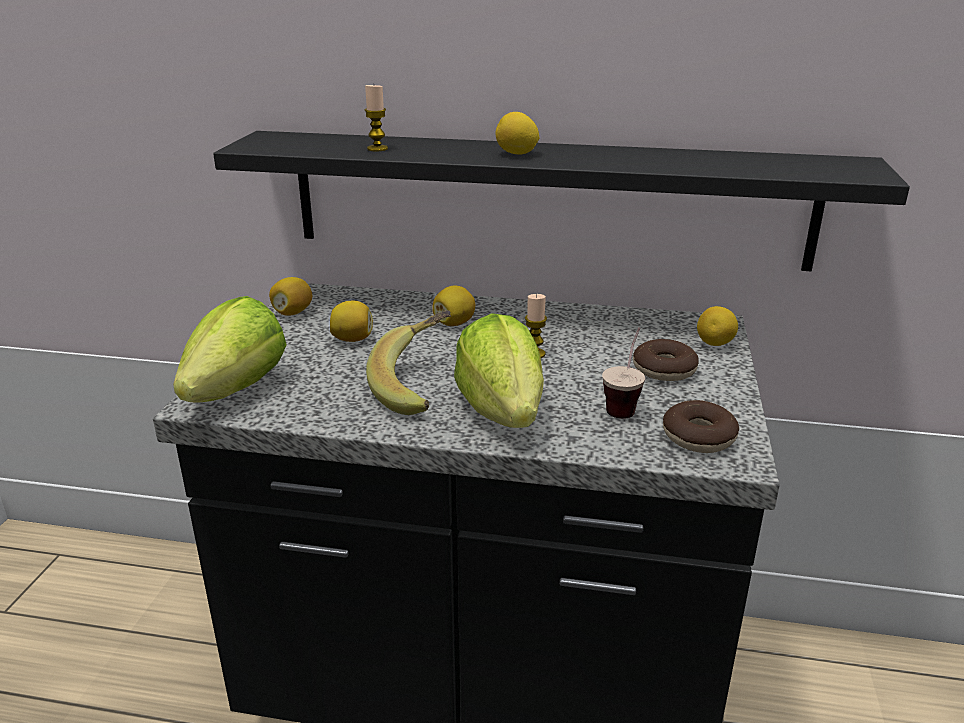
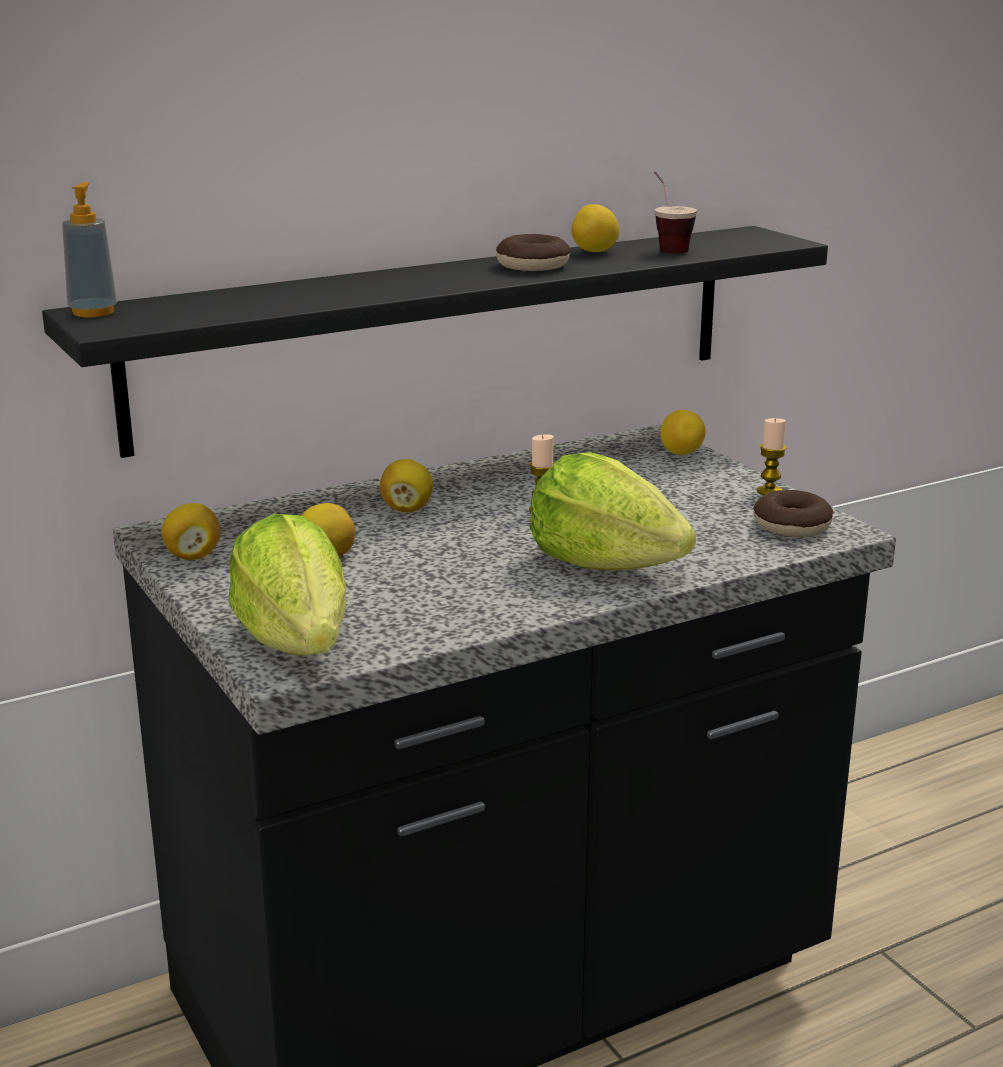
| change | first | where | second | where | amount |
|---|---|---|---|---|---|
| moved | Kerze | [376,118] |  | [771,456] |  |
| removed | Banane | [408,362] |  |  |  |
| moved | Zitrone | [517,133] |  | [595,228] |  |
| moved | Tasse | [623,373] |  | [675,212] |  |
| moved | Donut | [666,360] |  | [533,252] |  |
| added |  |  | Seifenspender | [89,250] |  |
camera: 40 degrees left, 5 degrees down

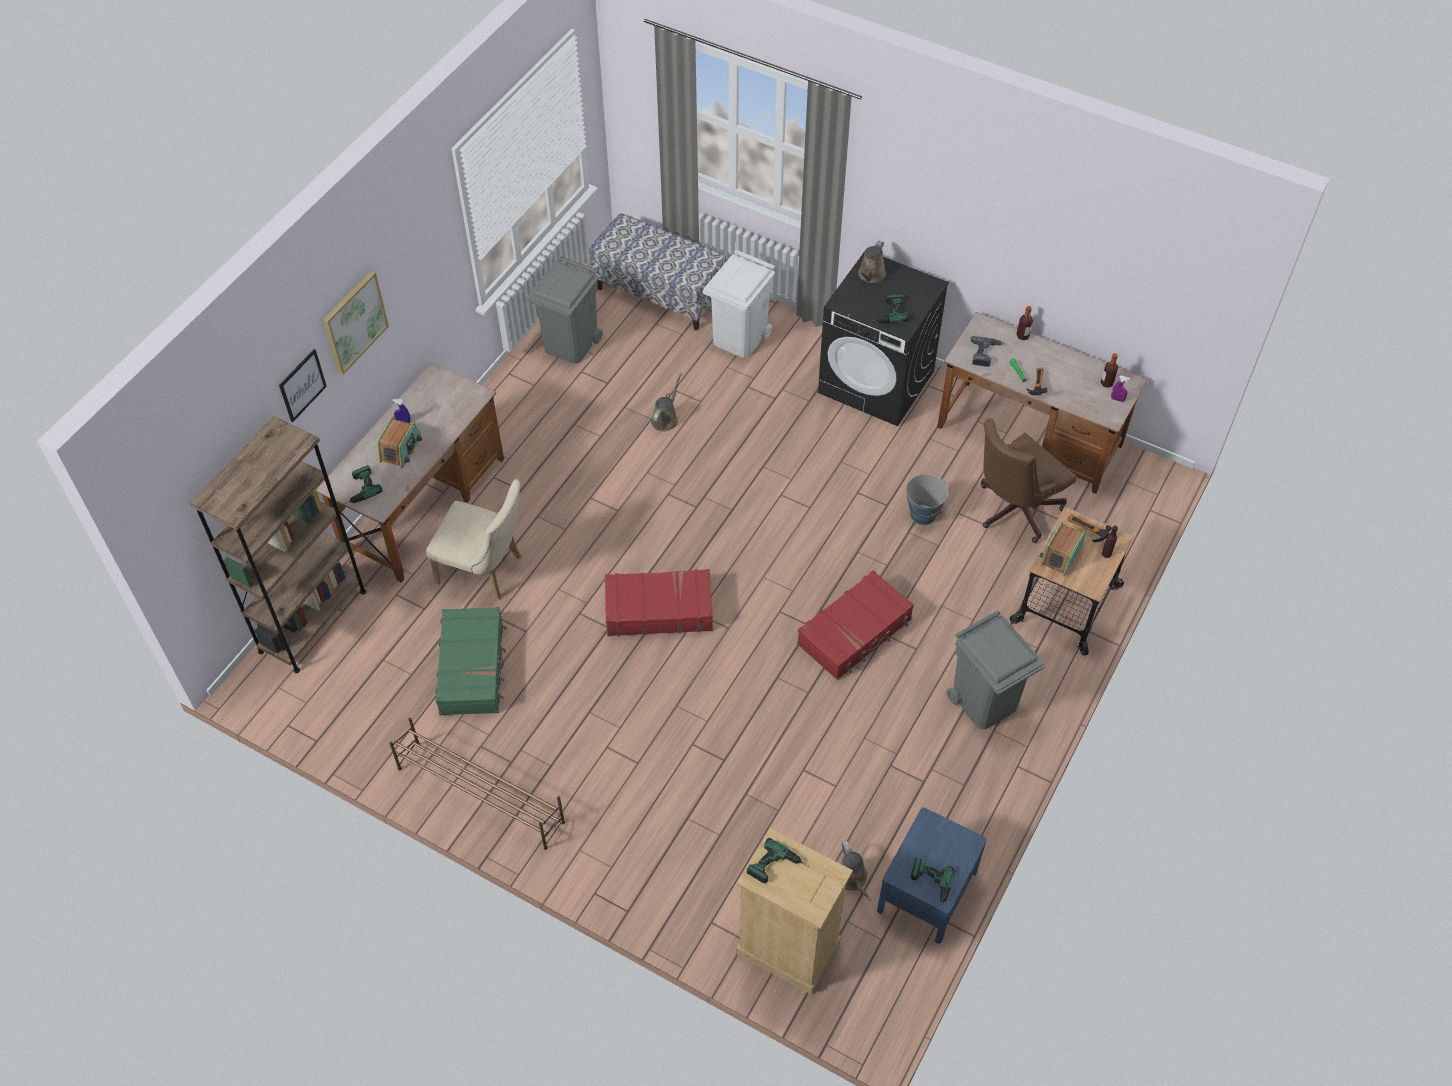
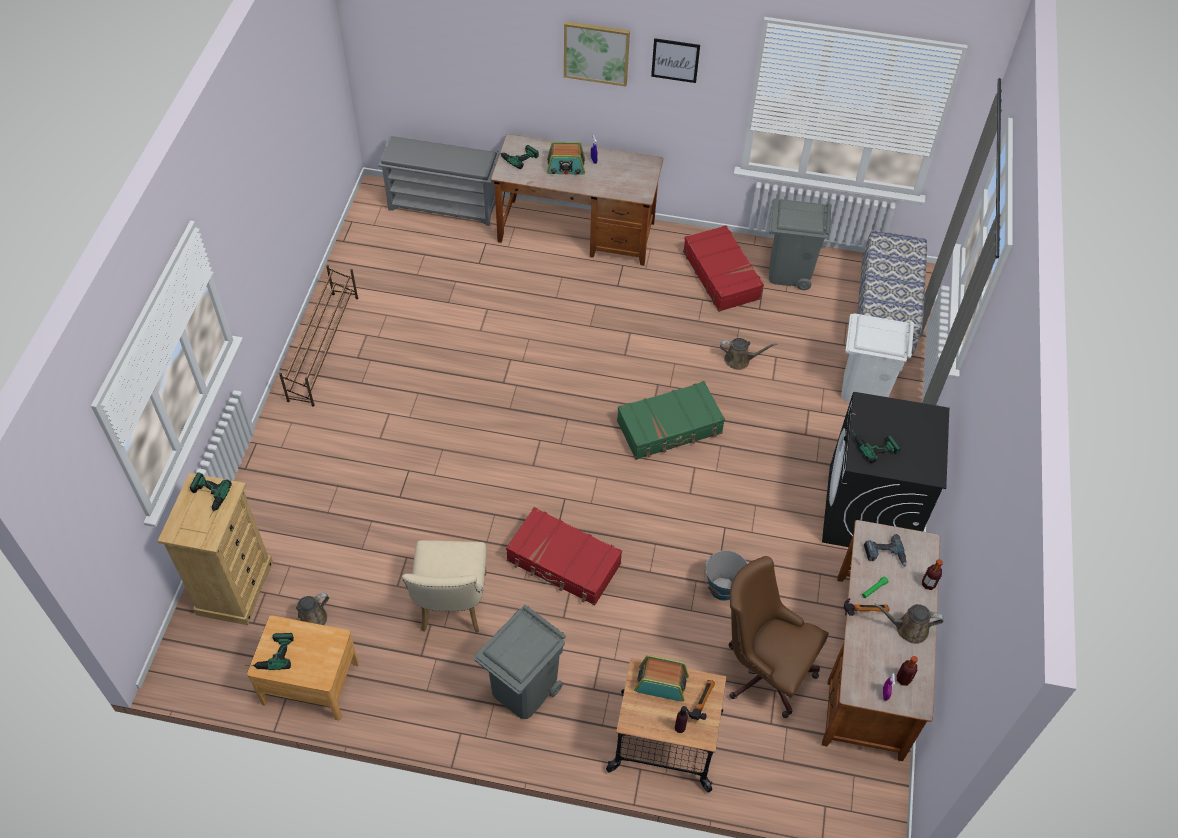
| change | first | where | second | where | amount |
|---|---|---|---|---|---|
| replaced | Bücherregal (braun) | [278,544] | Schuhregal (grau) | [439,181] |  |
| moved | Bild | [303,385] |  | [675,60] |  |
| moved | Stuhl (beige) | [473,539] |  | [444,586] |  |
| moved | Koffer (grün) | [471,661] |  | [671,420] |  |
| moved | Koffer (rot) | [659,602] |  | [723,268] |  |
| moved | Gießkanne (braun) | [872,262] |  | [909,623] |  |
| recoloured | Nachttisch (blau) | [931,875] | Nachttisch (braun) | [303,667] |  |
camera: 70 degrees right, 0 degrees up

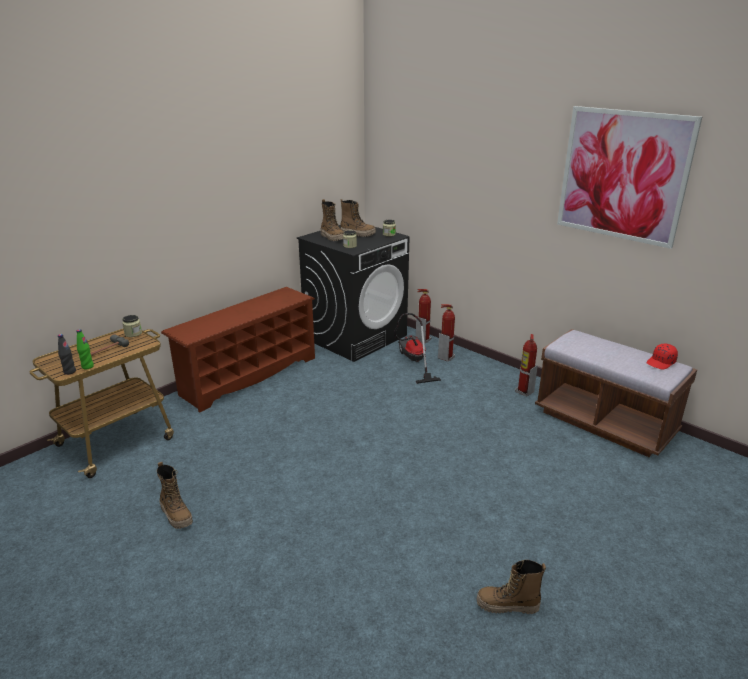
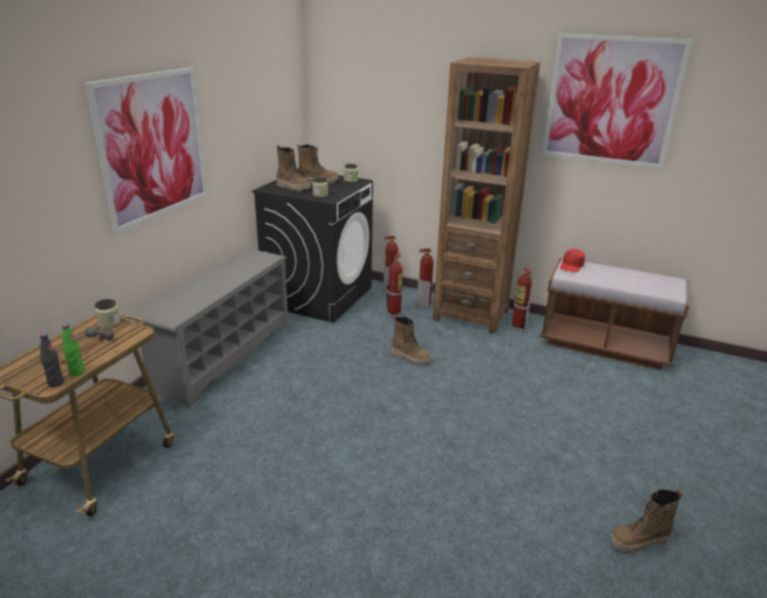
| change | first | where | second | where | amount |
|---|---|---|---|---|---|
| moved | Stiefel | [175,495] |  | [411,340] |  |
| recoloured | Schuhregal (braun) | [238,350] | Schuhregal (grau) | [208,328] |  |
| replaced | Staubsauger | [417,348] | Feuerlöscher | [394,285] |  |
| moved | Kappe (rot) | [662,357] |  | [572,260] |  |
| added |  |  | Bild | [146,150] |  |
| added |  |  | Bücherregal (braun) | [486,195] |  |
camera: 20 degrees left, 0 degrees up

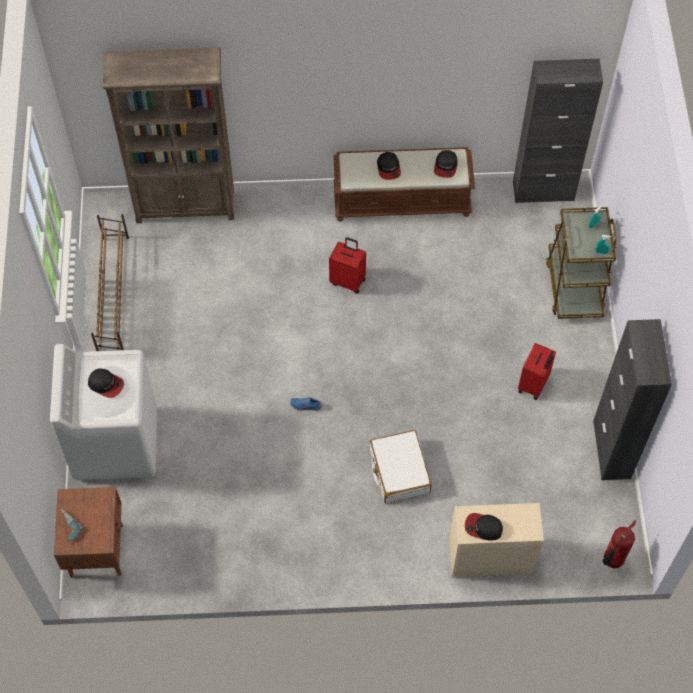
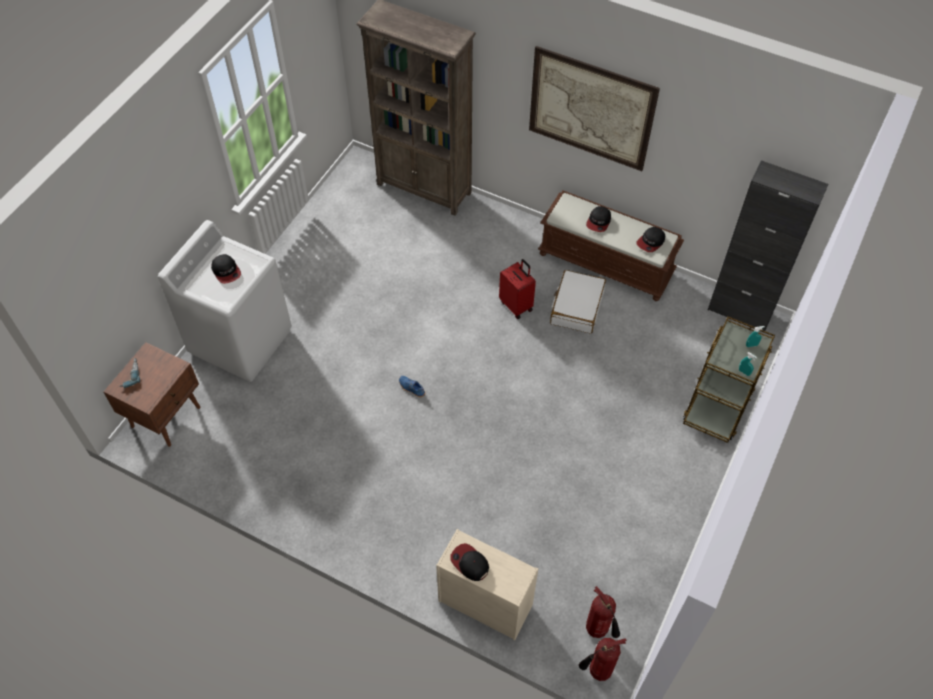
| change | first | where | second | where | amount |
|---|---|---|---|---|---|
| removed | Schuhregal (braun) | [110,282] |  |  |  |
| moved | Koffer (weiß) | [400,466] |  | [578,302] |  |
| removed | Koffer (rot) | [537,371] |  |  |  |
| removed | Schrank (schwarz) | [632,399] |  |  |  |
| added |  |  | Bild | [594,108] |  |
| added |  |  | Feuerlöscher | [603,612] |  |
camera: 30 degrees right, 5 degrees down

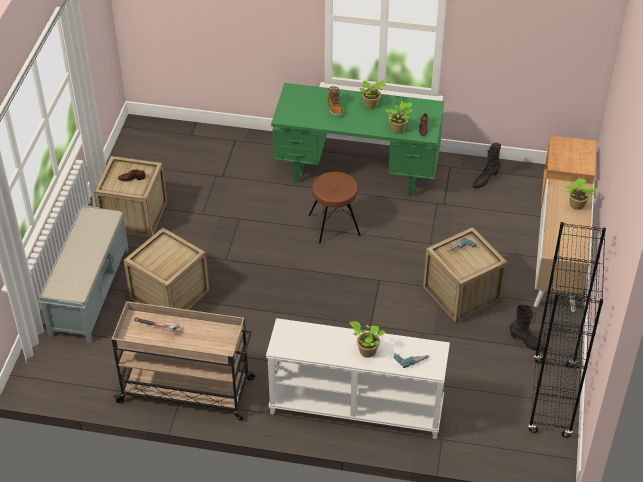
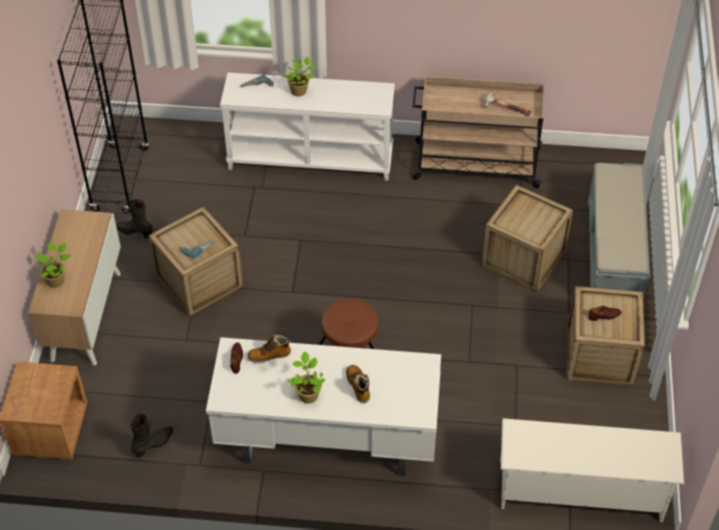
| change | first | where | second | where | amount |
|---|---|---|---|---|---|
| recoloured | Schreibtisch (grün) | [357,139] | Schreibtisch (weiß) | [323,406] |  |
| replaced | Topfpflanze | [399,117] | Stiefel | [269,348] |  |
| added |  |  | Schuhregal (weiß) | [592,470] |  |
camera: 175 degrees right, 5 degrees up

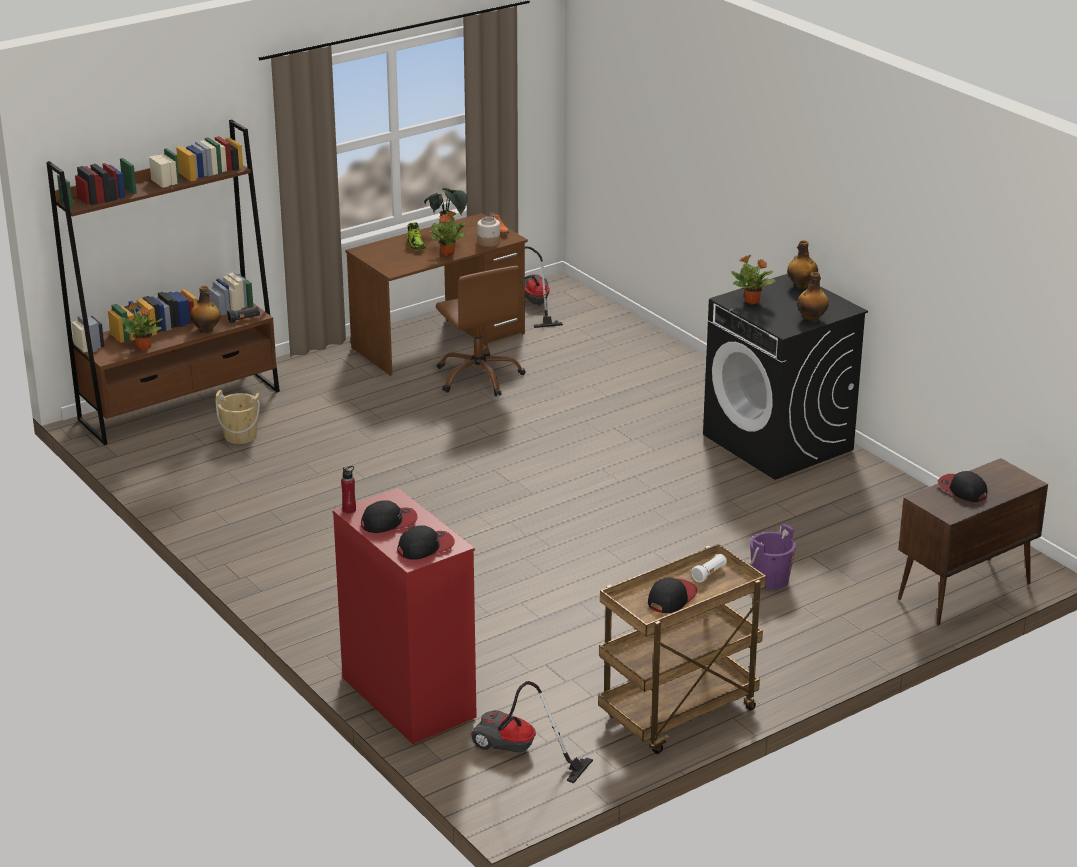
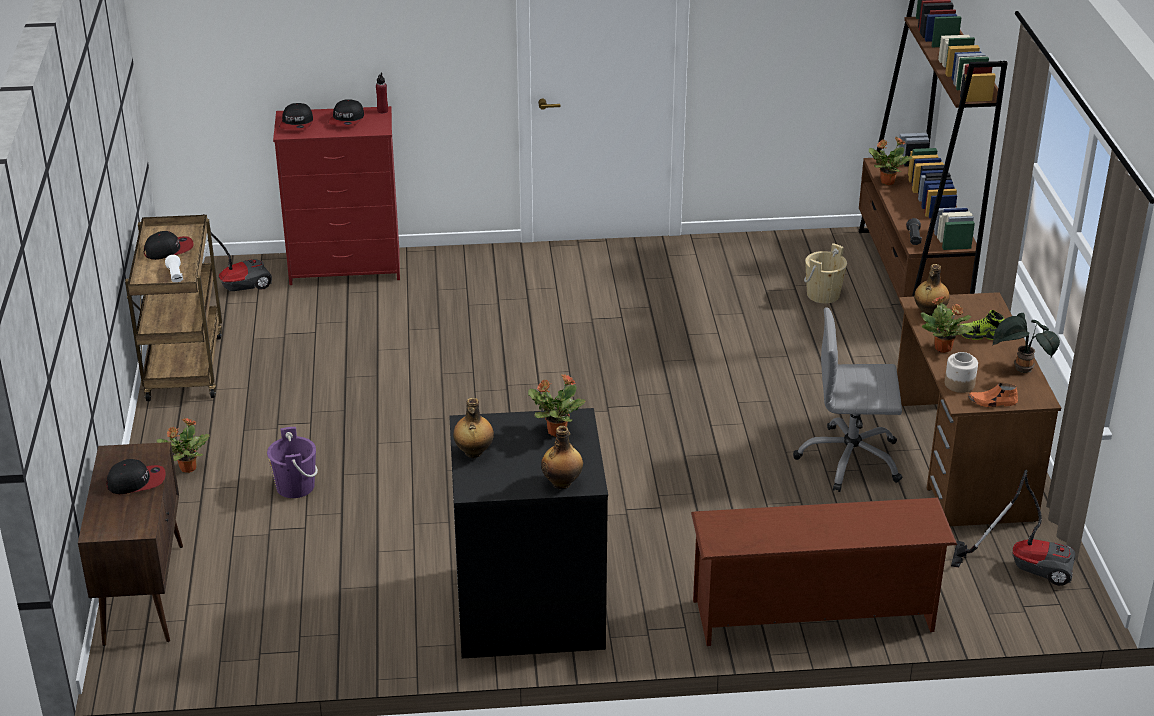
| change | first | where | second | where | amount |
|---|---|---|---|---|---|
| moved | Flasche | [205,309] |  | [932,290] |  |
| recoloured | Bürostuhl (braun) | [481,331] | Bürostuhl (grau) | [847,399] |  |
| turned | Kappe | [672,595] |  | [169,245] | 90 degrees counterclockwise |
| added |  |  | Topfpflanze | [183,445] |  |
| added |  |  | Schuhregal (braun) | [824,572] |  |
camera: 120 degrees right, 5 degrees up

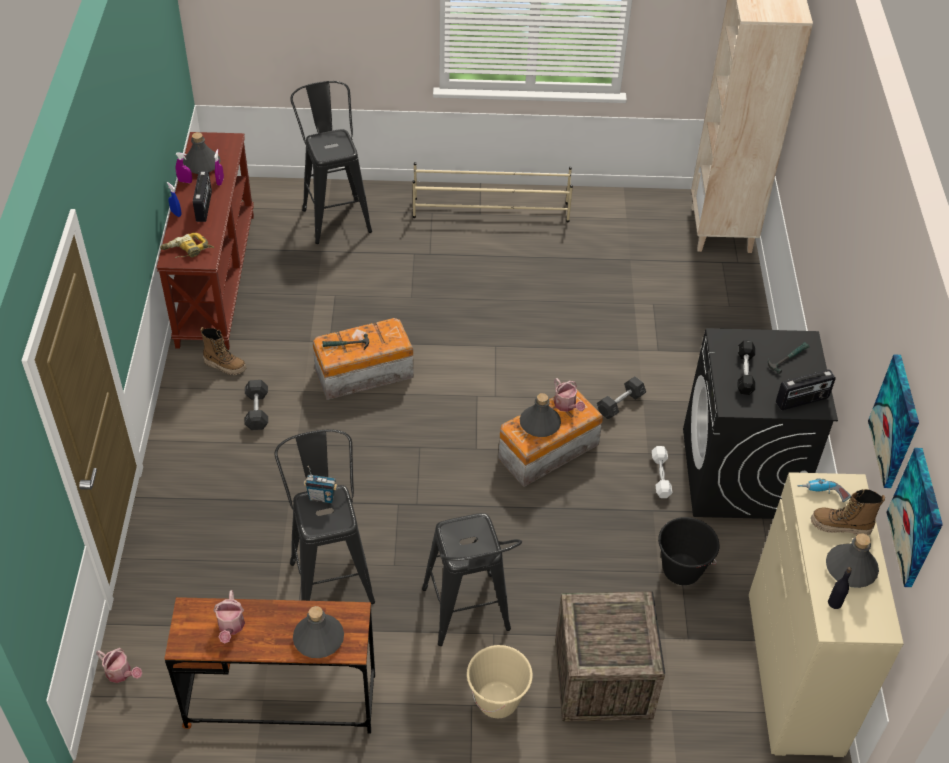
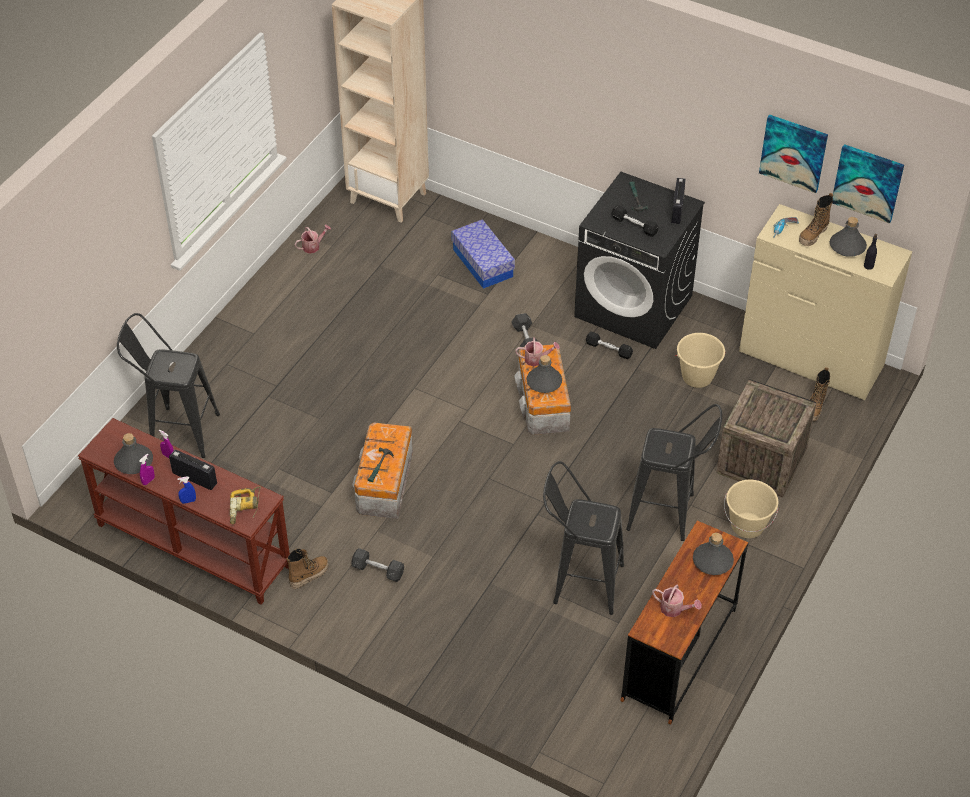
| change | first | where | second | where | amount |
|---|---|---|---|---|---|
| moved | Gießkanne | [119,665] |  | [313,239] |  |
| removed | Radio | [321,484] |  |  |  |
| removed | Schuhregal (beige) | [492,192] |  |  |  |
| recoloured | Hantel (weiß) | [662,472] | Hantel (schwarz) | [609,345] |  |
| recoloured | Eimer (schwarz) | [689,551] | Eimer (beige) | [700,360] |  |
| added |  |  | Aufbewahrungsbox | [483,254] |  |
| added |  |  | Stiefel | [820,394] |  |
camera: 60 degrees left, 0 degrees up

